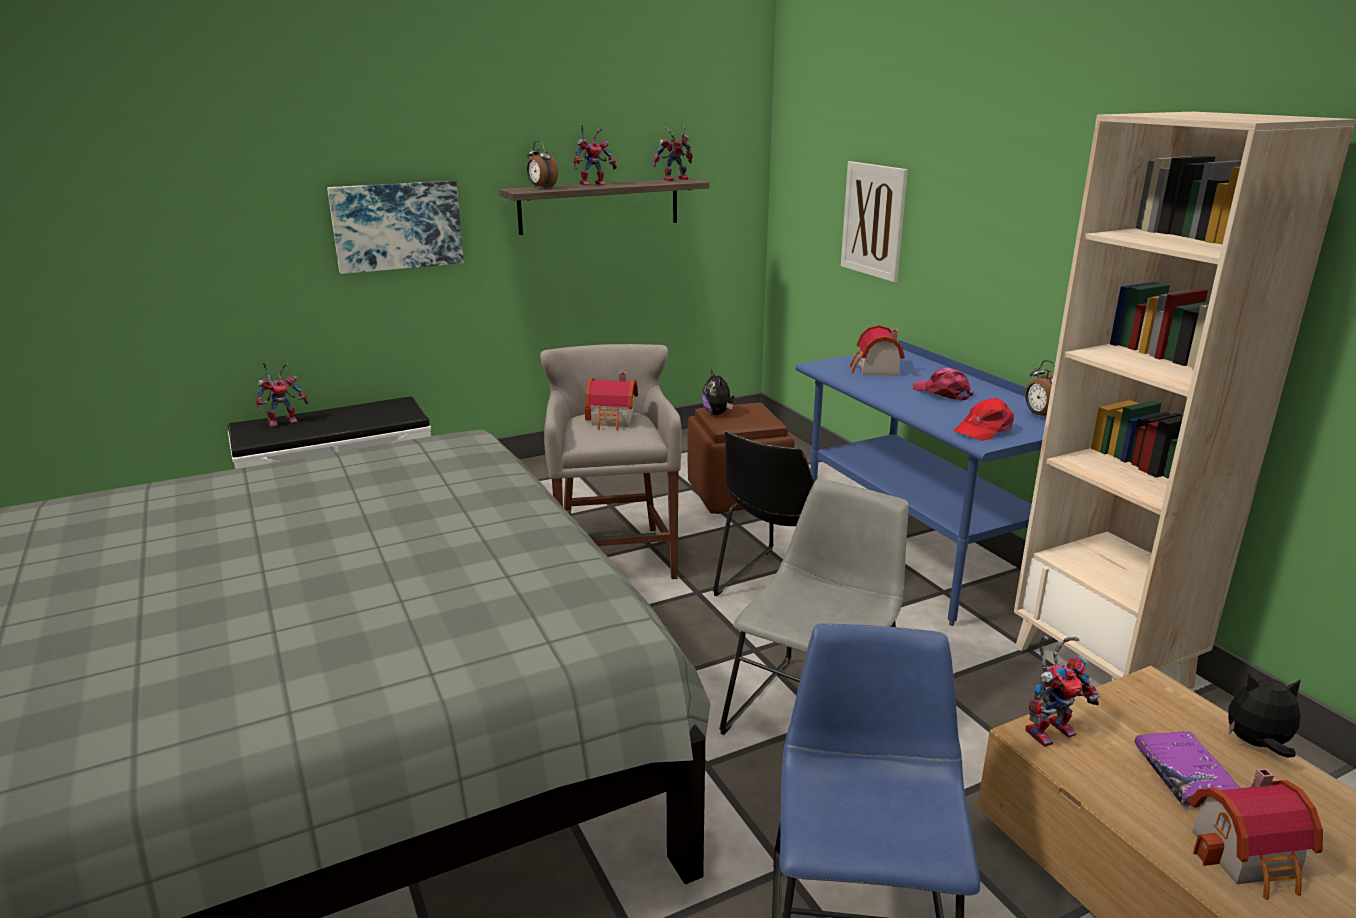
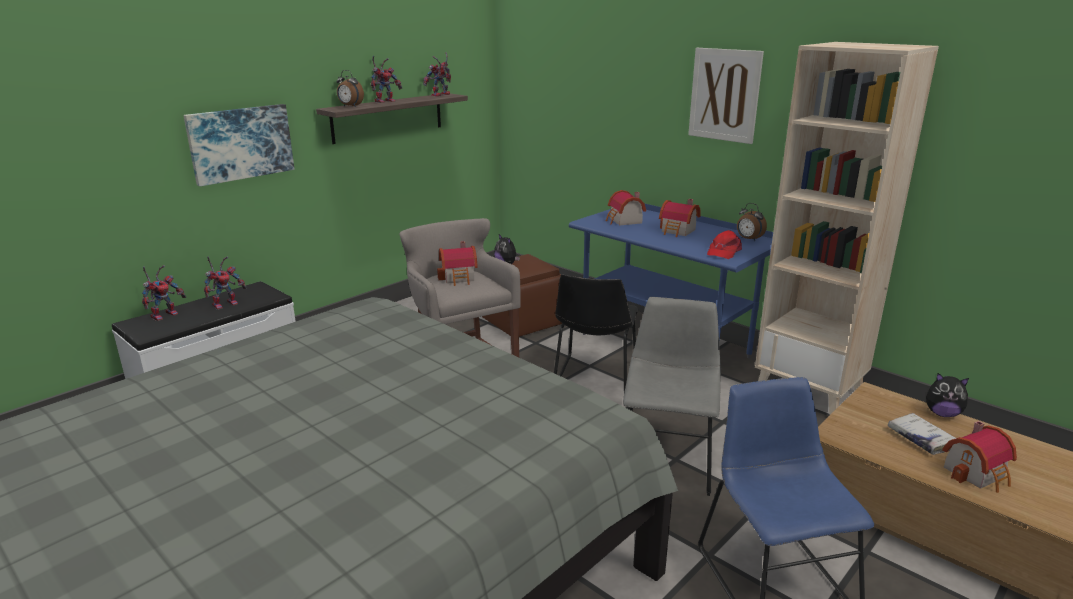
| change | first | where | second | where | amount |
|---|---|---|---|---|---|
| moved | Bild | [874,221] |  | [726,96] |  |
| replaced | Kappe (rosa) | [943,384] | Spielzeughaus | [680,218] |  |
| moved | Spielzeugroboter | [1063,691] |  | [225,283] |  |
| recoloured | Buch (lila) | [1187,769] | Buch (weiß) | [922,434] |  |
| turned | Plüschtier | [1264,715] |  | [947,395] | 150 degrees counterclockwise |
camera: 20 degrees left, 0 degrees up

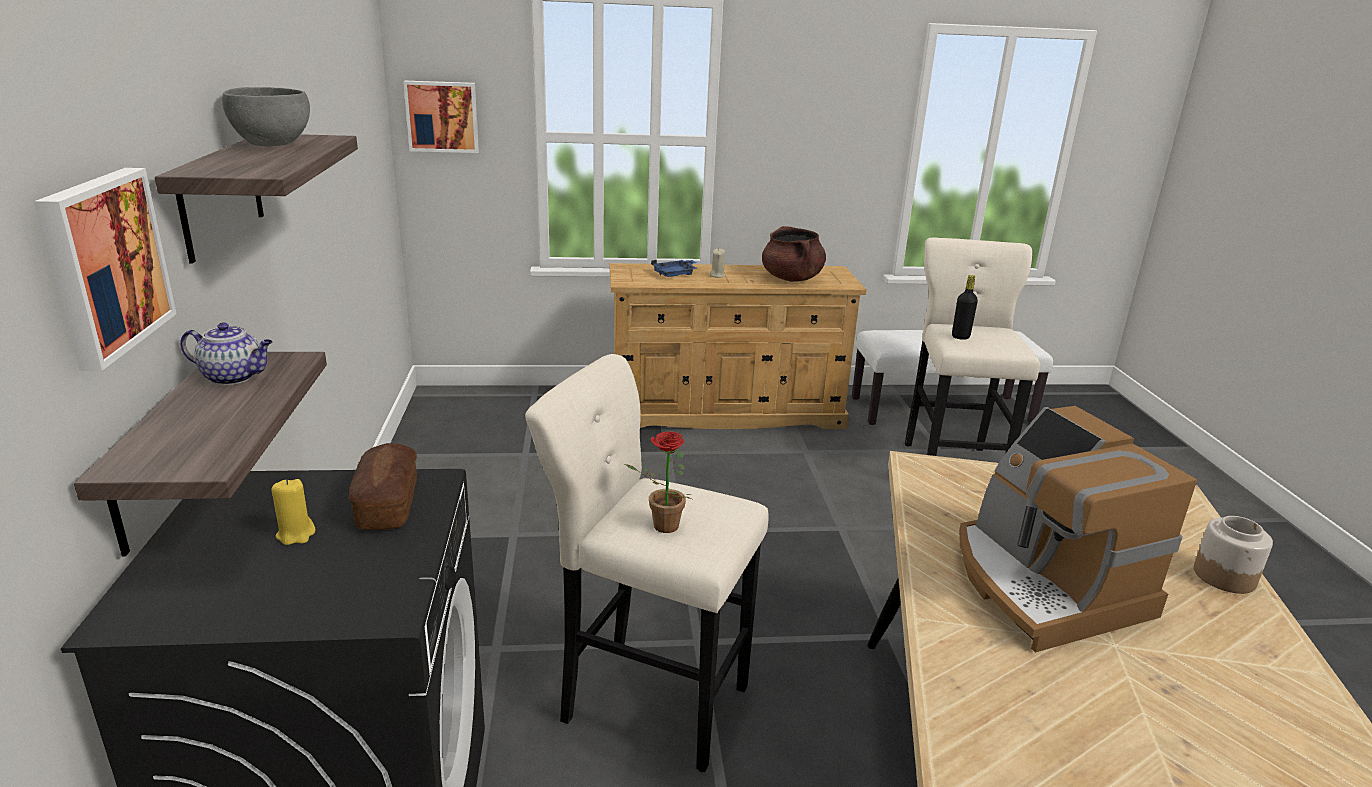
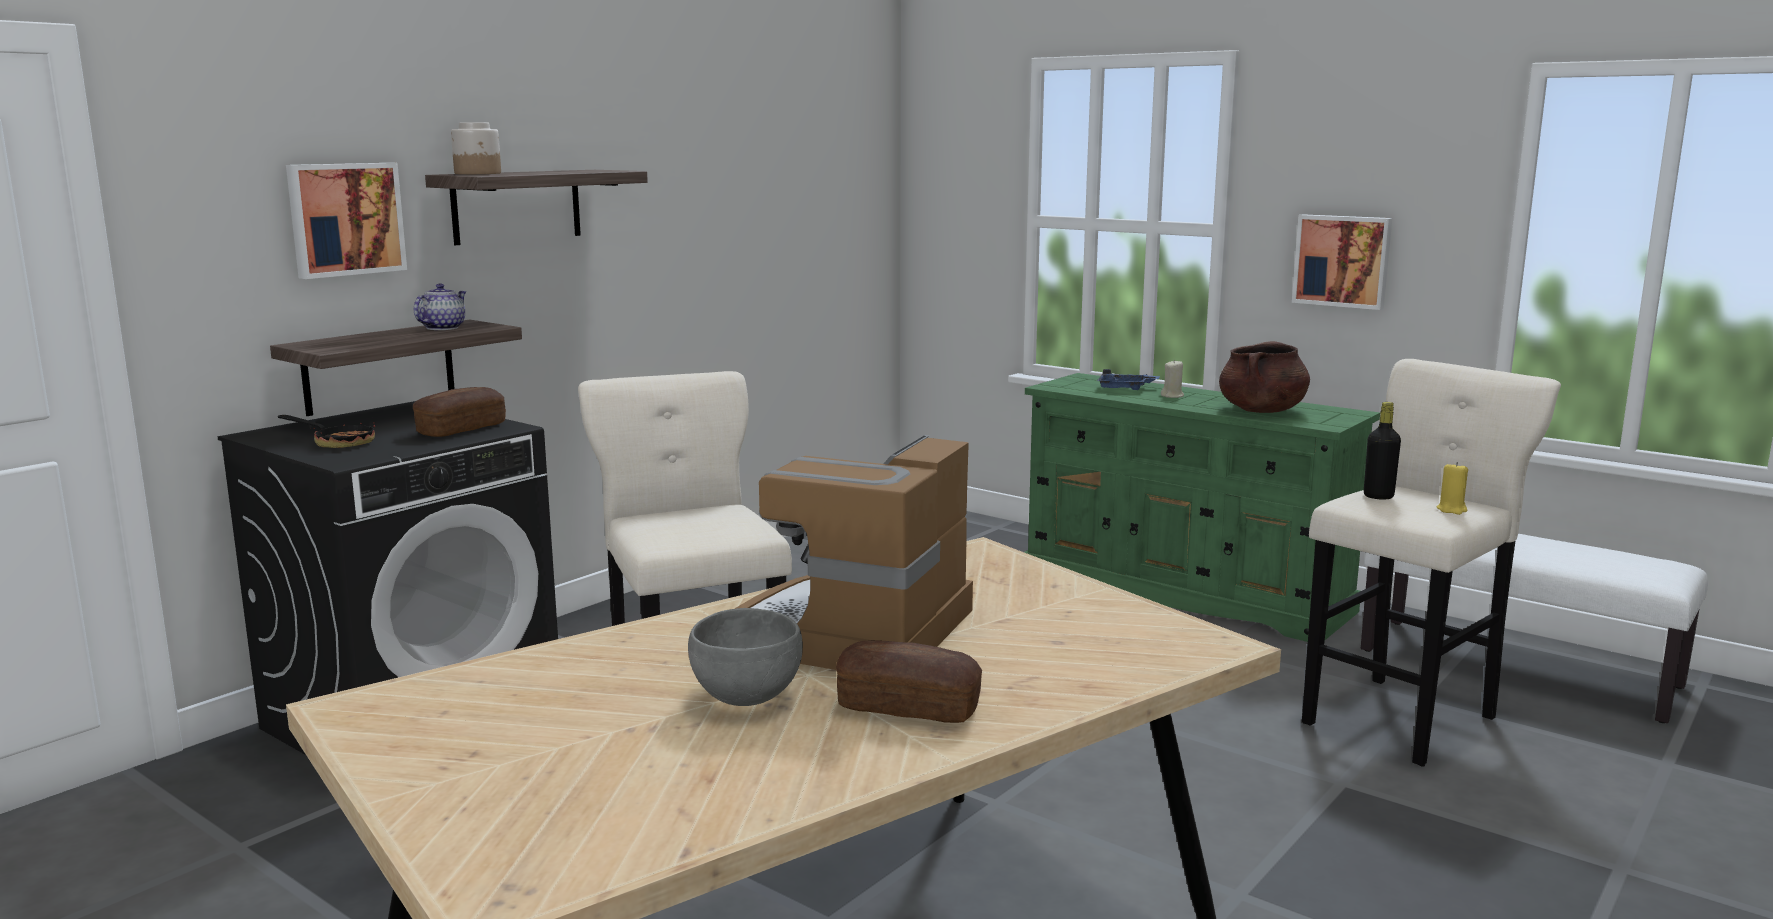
| change | first | where | second | where | amount |
|---|---|---|---|---|---|
| turned | Teekanne | [226,353] |  | [440,307] | 120 degrees counterclockwise |
| moved | Schüssel (grau) | [266,116] |  | [745,657] |  |
| moved | Kerze (gelb) | [293,512] |  | [1452,488] |  |
| moved | Bild | [441,117] |  | [1342,262] |  |
| recoloured | Kommode (beige) | [738,346] | Kommode (grün) | [1202,507] |  |
| removed | Topfpflanze | [658,482] |  |  |  |
| moved | Vorratsglas | [1233,555] |  | [476,148] |  |
| added |  |  | Pfanne | [326,431] |  |
| added |  |  | Brot | [909,681] |  |
camera: 45 degrees right, 10 degrees down

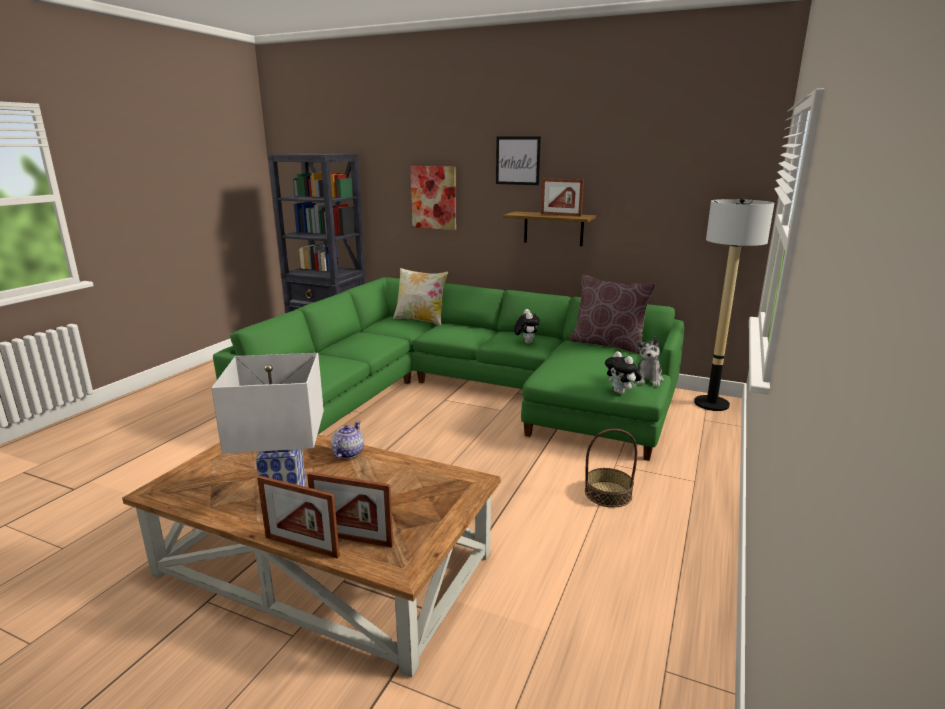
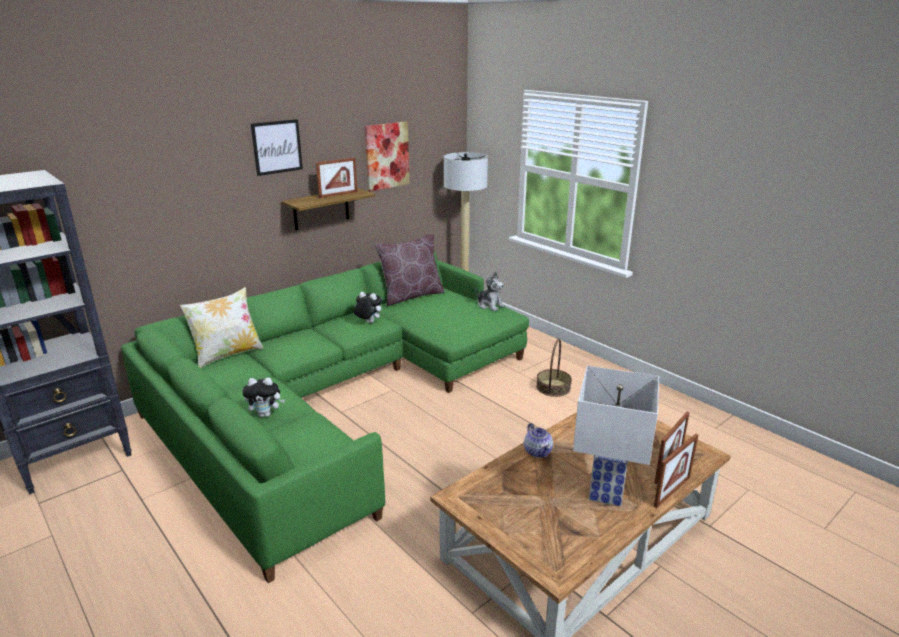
| change | first | where | second | where | amount |
|---|---|---|---|---|---|
| turned | Teekanne | [347,440] |  | [538,440] | 150 degrees counterclockwise |
| moved | Bild | [433,198] |  | [386,156] |  |
| moved | Plüschtier | [623,372] |  | [263,397] |  |
camera: 65 degrees left, 5 degrees up

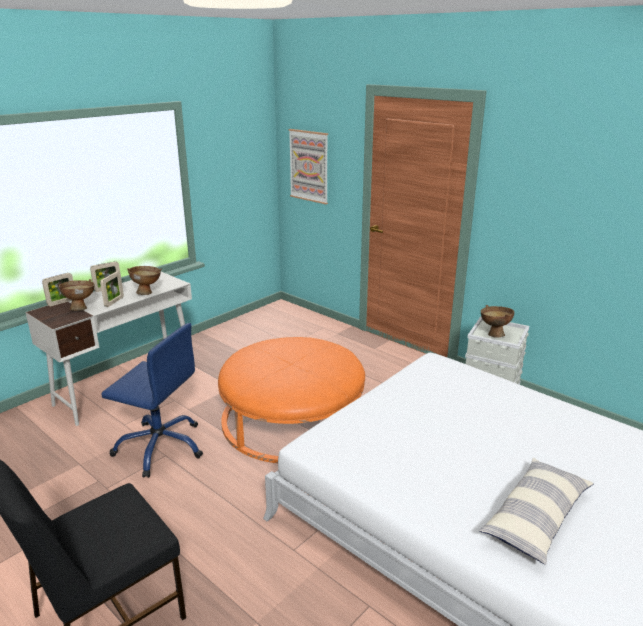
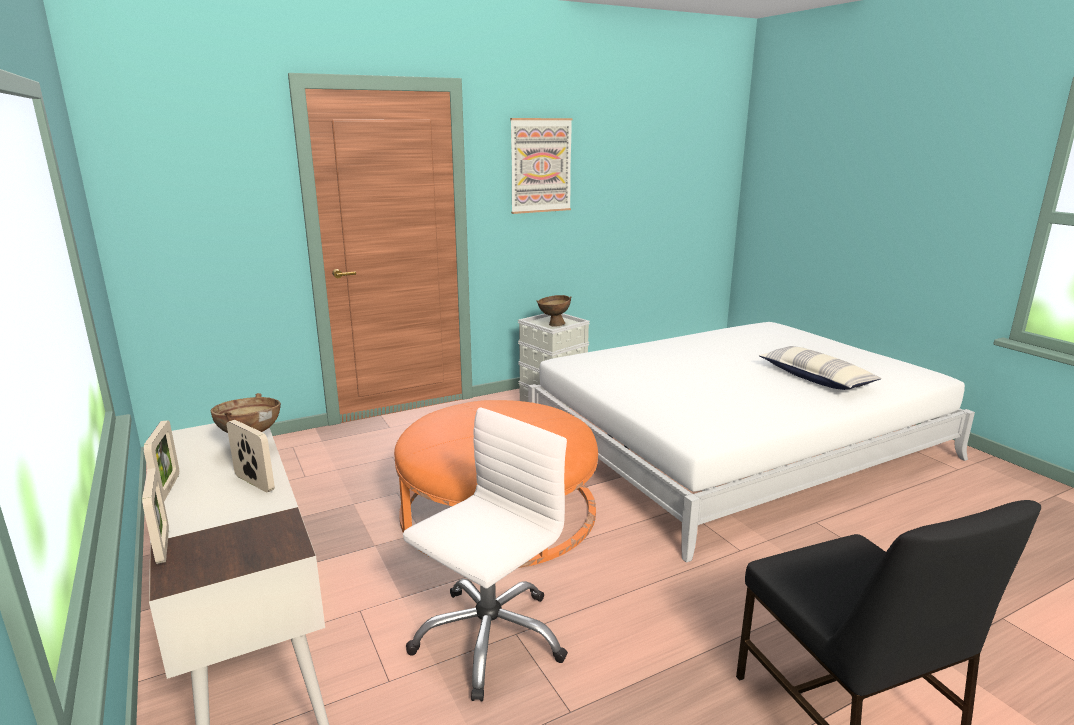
| change | first | where | second | where | amount |
|---|---|---|---|---|---|
| removed | Schüssel (braun) | [77,295] |  |  |  |
| recoloured | Bürostuhl (blau) | [152,400] | Bürostuhl (weiß) | [485,554] |  |
| moved | Bild | [308,166] |  | [541,166] |  |
camera: 70 degrees left, 5 degrees down

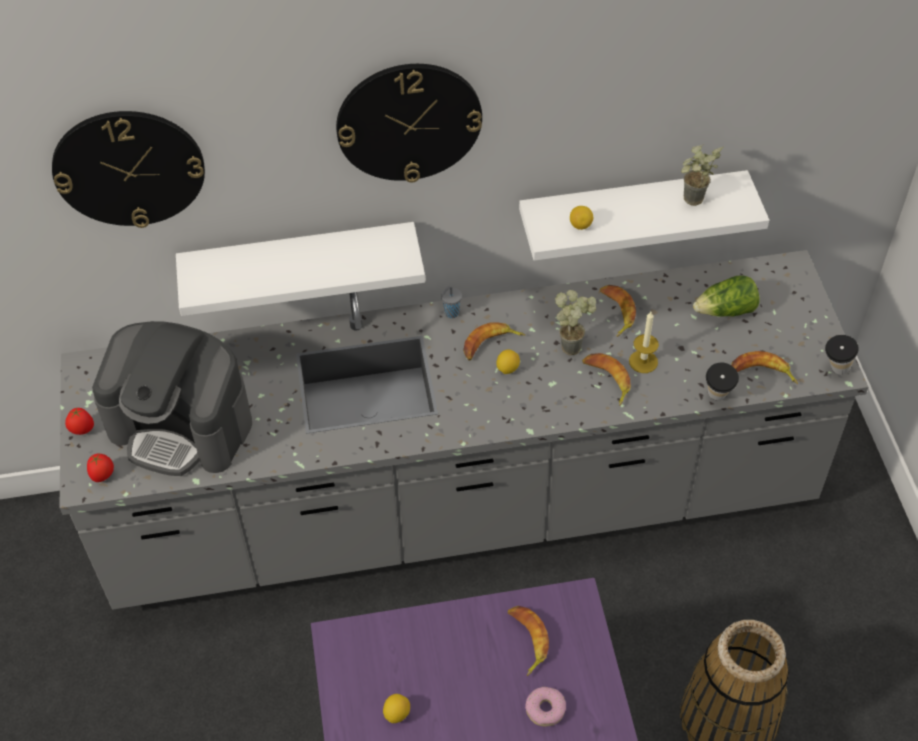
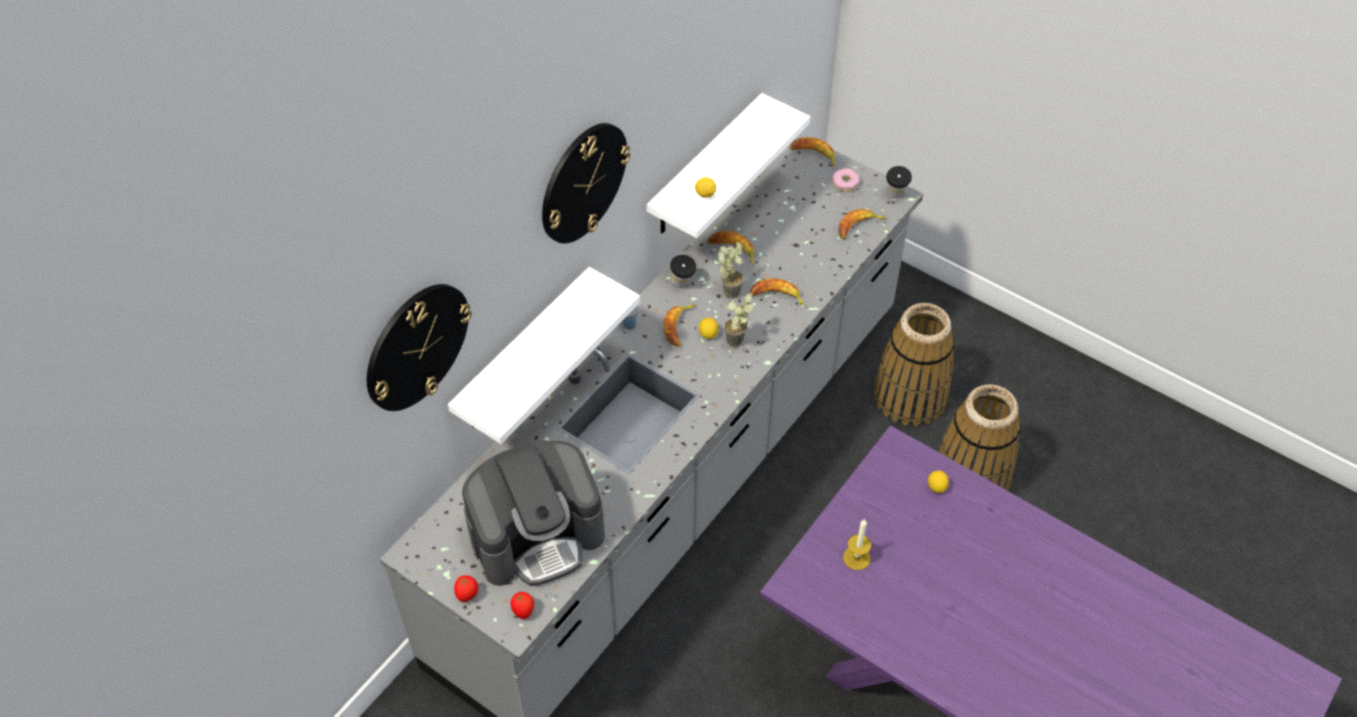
| change | first | where | second | where | amount |
|---|---|---|---|---|---|
| moved | Zitrone | [396,708] |  | [938,482] |  |
| moved | Banane | [528,641] |  | [812,152] |  |
| moved | Donut | [545,707] |  | [846,180] |  |
| moved | Kerze | [644,342] |  | [857,544] |  |
| moved | Topfpflanze | [702,175] |  | [738,320] |  |
| removed | Salatkopf | [726,295] |  |  |  |
| moved | Tasse | [722,382] |  | [683,271] |  |
| added |  |  | Korb | [913,364] |  |
camera: 45 degrees left, 0 degrees up

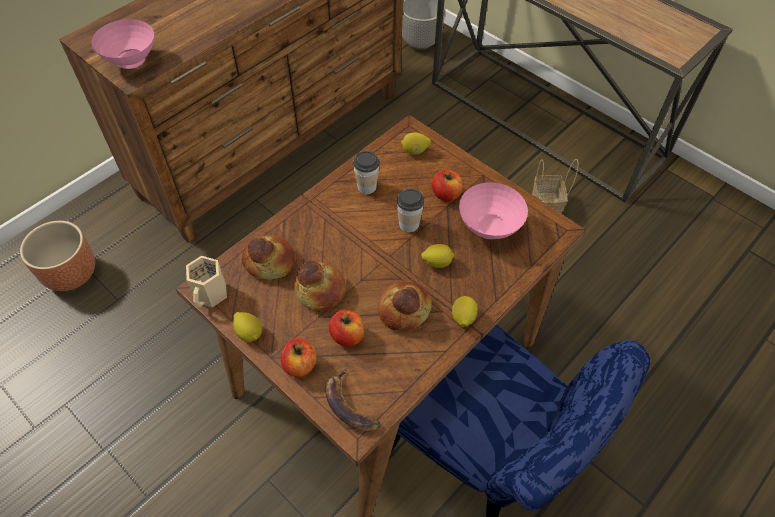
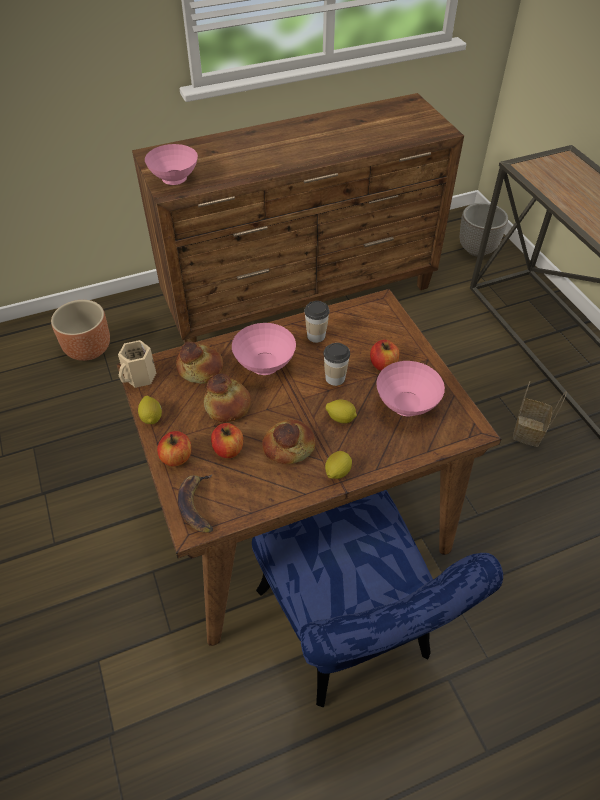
| change | first | where | second | where | amount |
|---|---|---|---|---|---|
| removed | Zitrone | [416,144] |  |  |  |
| added |  |  | Schüssel (rosa) | [264,349] |  |
camera: 25 degrees right, 5 degrees down

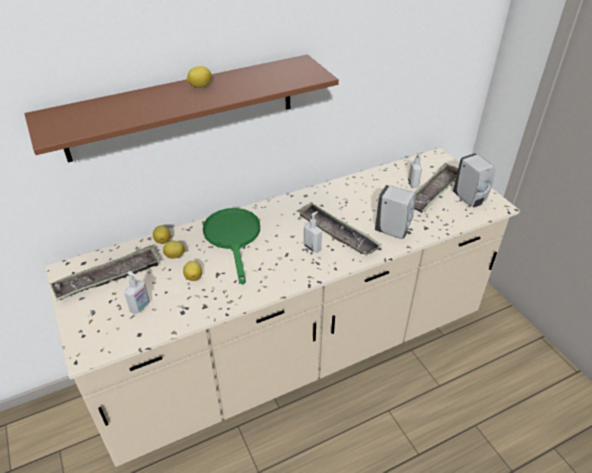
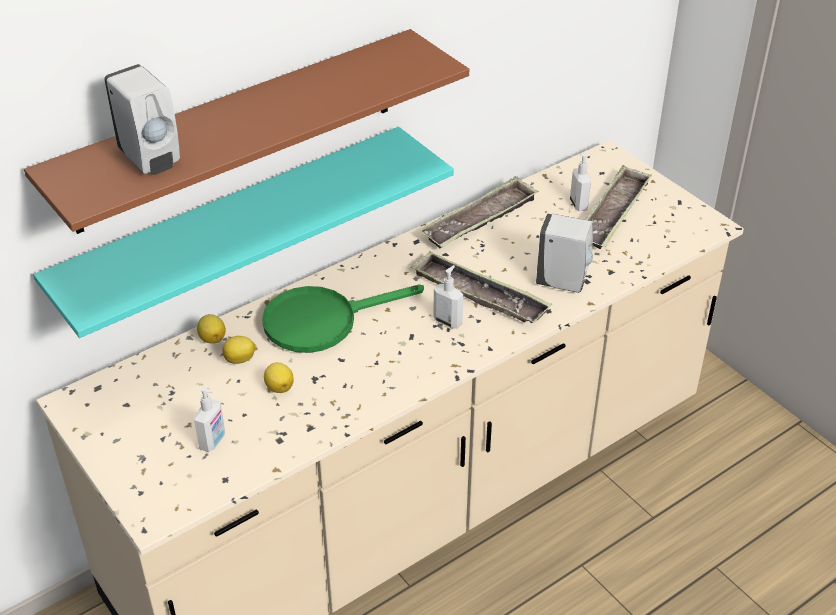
| change | first | where | second | where | amount |
|---|---|---|---|---|---|
| moved | Tablett | [105,273] |  | [478,212] |  |
| removed | Zitrone | [198,77] |  |  |  |
| turned | Pfanne (grün) | [231,246] |  | [343,318] | 90 degrees counterclockwise |
| moved | Seifenspender (weiß) | [474,180] |  | [142,119] |  |
| added |  |  | Wandregal (türkis) | [243,232] |  |
camera: 10 degrees left, 0 degrees up

